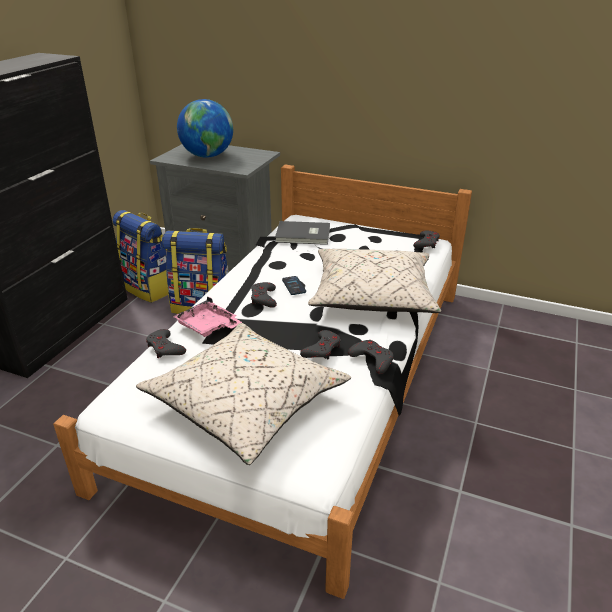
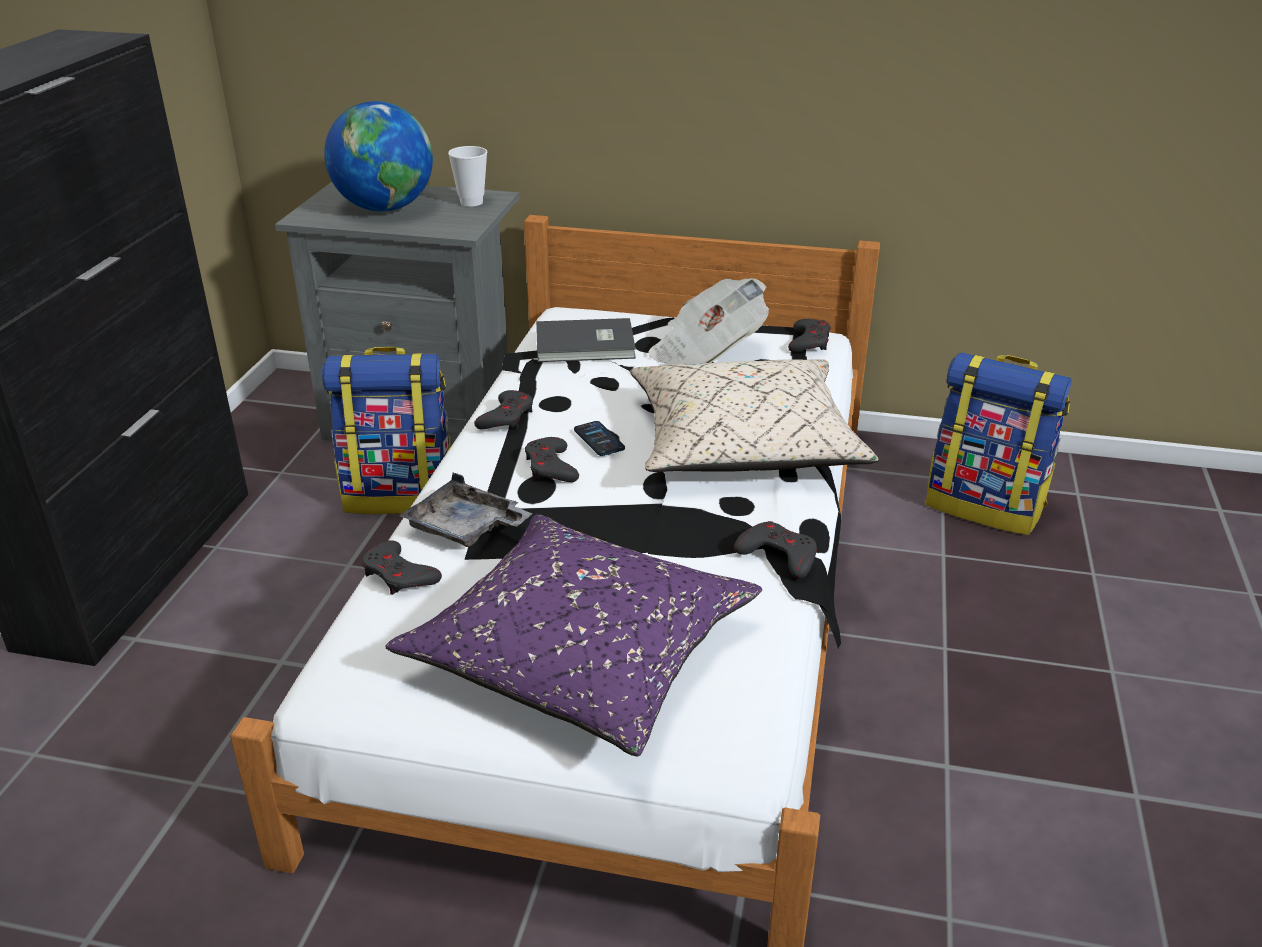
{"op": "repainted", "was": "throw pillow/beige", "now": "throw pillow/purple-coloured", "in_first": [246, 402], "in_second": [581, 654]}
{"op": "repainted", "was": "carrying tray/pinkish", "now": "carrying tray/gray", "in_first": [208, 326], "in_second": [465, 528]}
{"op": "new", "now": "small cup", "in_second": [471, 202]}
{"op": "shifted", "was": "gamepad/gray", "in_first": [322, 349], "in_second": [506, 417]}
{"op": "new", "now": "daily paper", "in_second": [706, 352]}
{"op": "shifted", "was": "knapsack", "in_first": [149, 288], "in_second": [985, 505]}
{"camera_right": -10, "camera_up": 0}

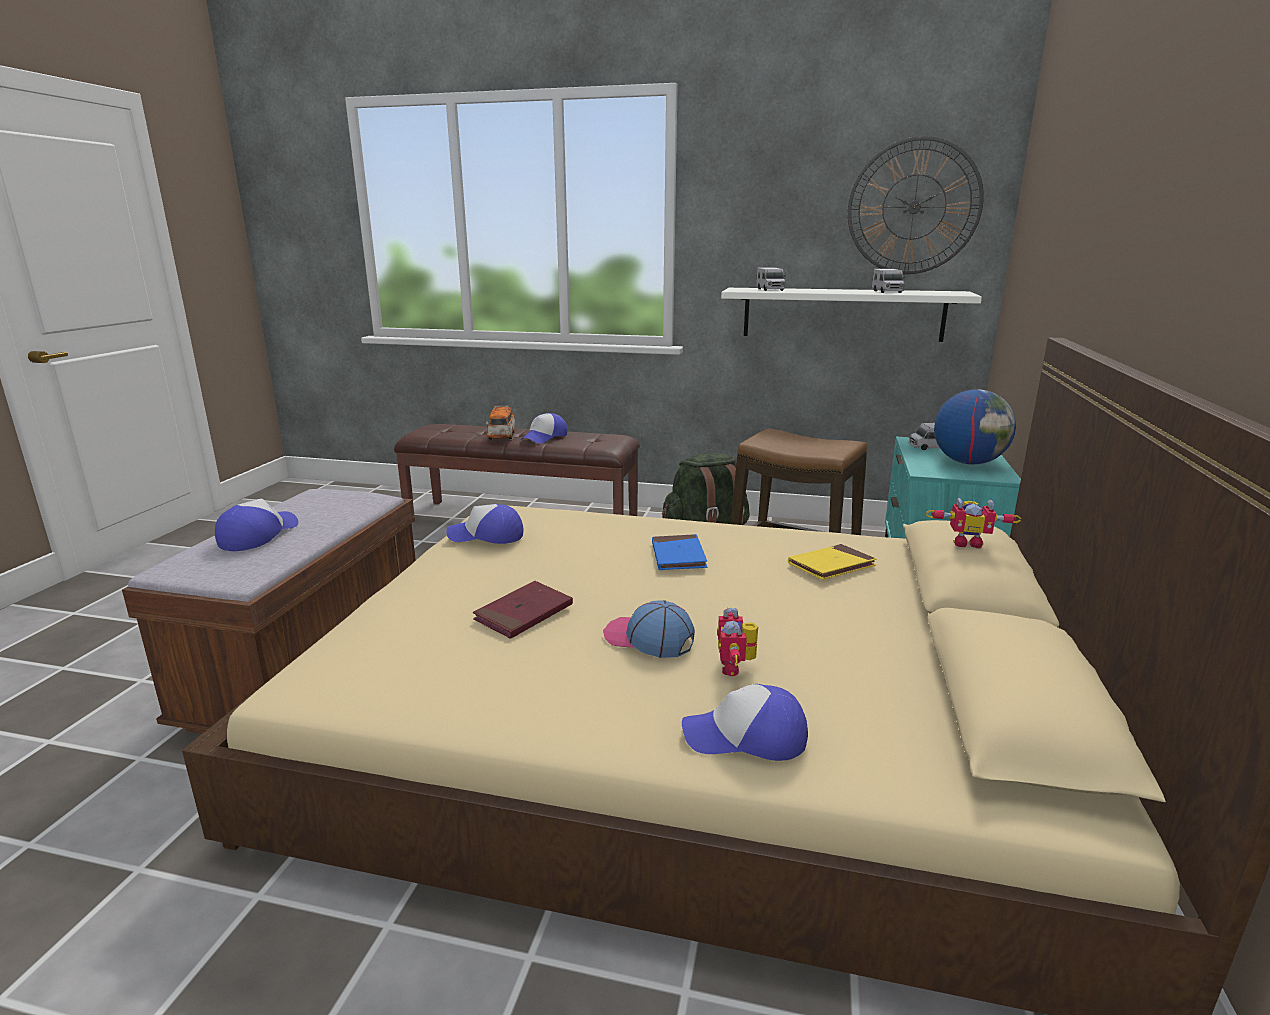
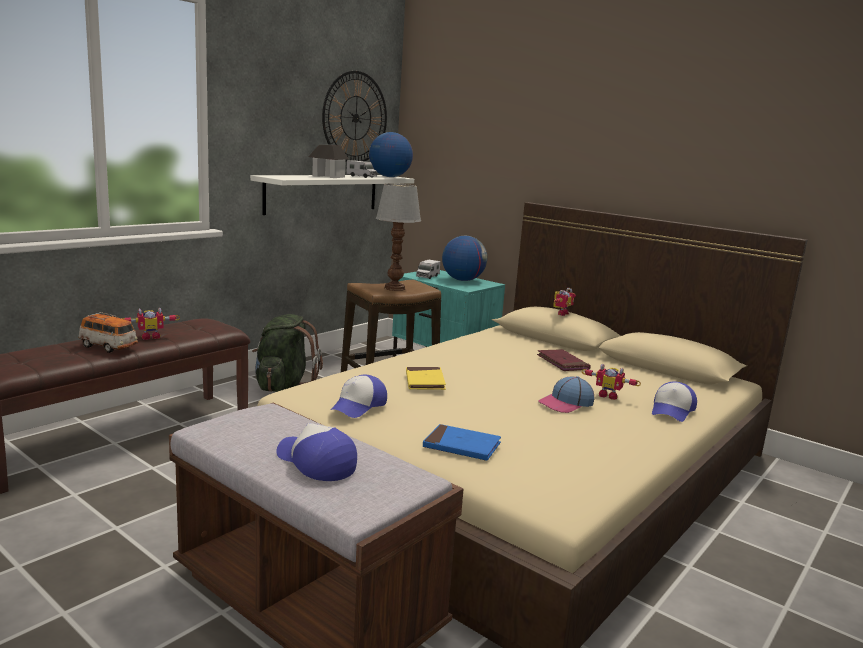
{"op": "swapped", "was": "peaked cap", "now": "model robot", "in_first": [544, 437], "in_second": [150, 337]}
{"op": "new", "now": "model house", "in_second": [328, 176]}
{"op": "new", "now": "globe", "in_second": [389, 177]}
{"op": "new", "now": "tabletop lamp", "in_second": [394, 288]}
{"op": "shifted", "was": "volume/yellow", "in_first": [831, 566], "in_second": [424, 381]}
{"op": "shifted", "was": "volume/blue", "in_first": [678, 556], "in_second": [461, 446]}
{"op": "shifted", "was": "volume/red-coloured", "in_first": [524, 613], "in_second": [562, 363]}
{"op": "gone", "was": "toy lorry", "in_first": [770, 289]}
{"camera_right": -65, "camera_up": -5}

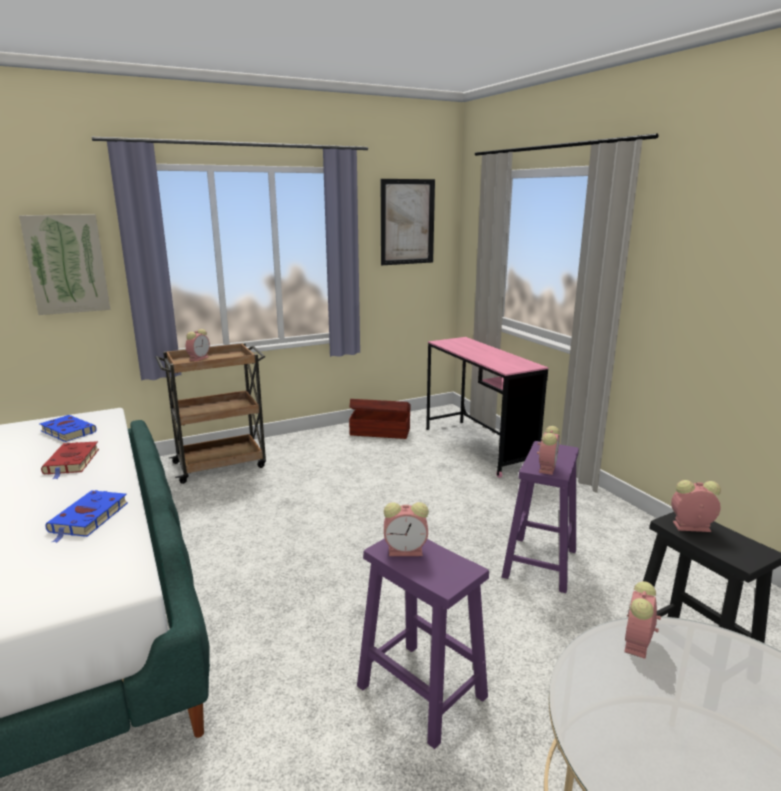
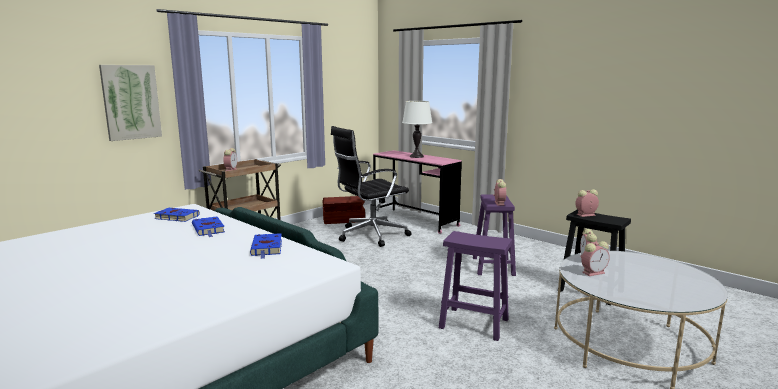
{"op": "repainted", "was": "volume/red-coloured", "now": "volume/blue", "in_first": [72, 462], "in_second": [209, 229]}
{"op": "new", "now": "computer chair/blackish", "in_second": [370, 235]}
{"op": "new", "now": "tabletop lamp/white-coloured", "in_second": [416, 156]}
{"op": "shifted", "was": "table clock", "in_first": [407, 550], "in_second": [594, 272]}
{"op": "gone", "was": "wall art", "in_first": [407, 222]}
{"camera_right": -20, "camera_up": -5}

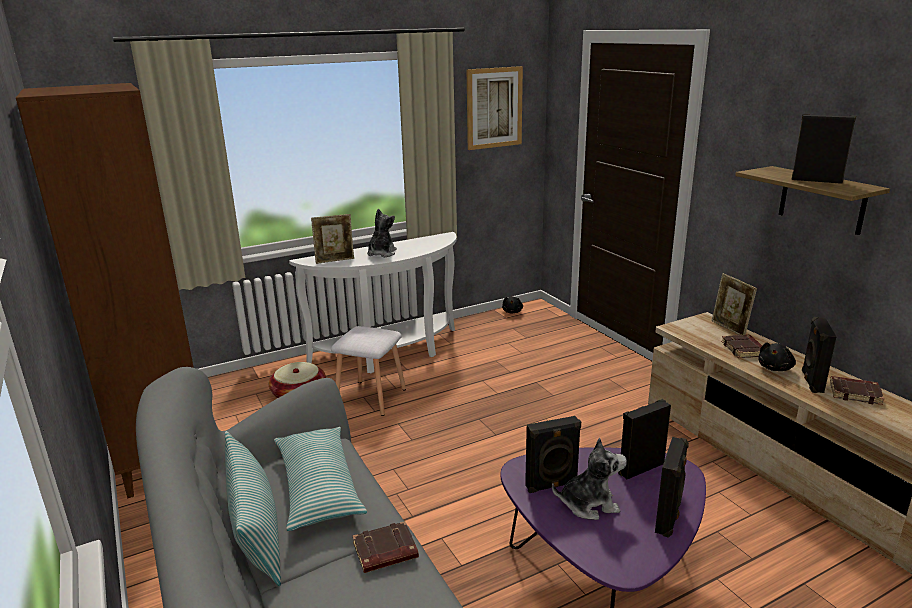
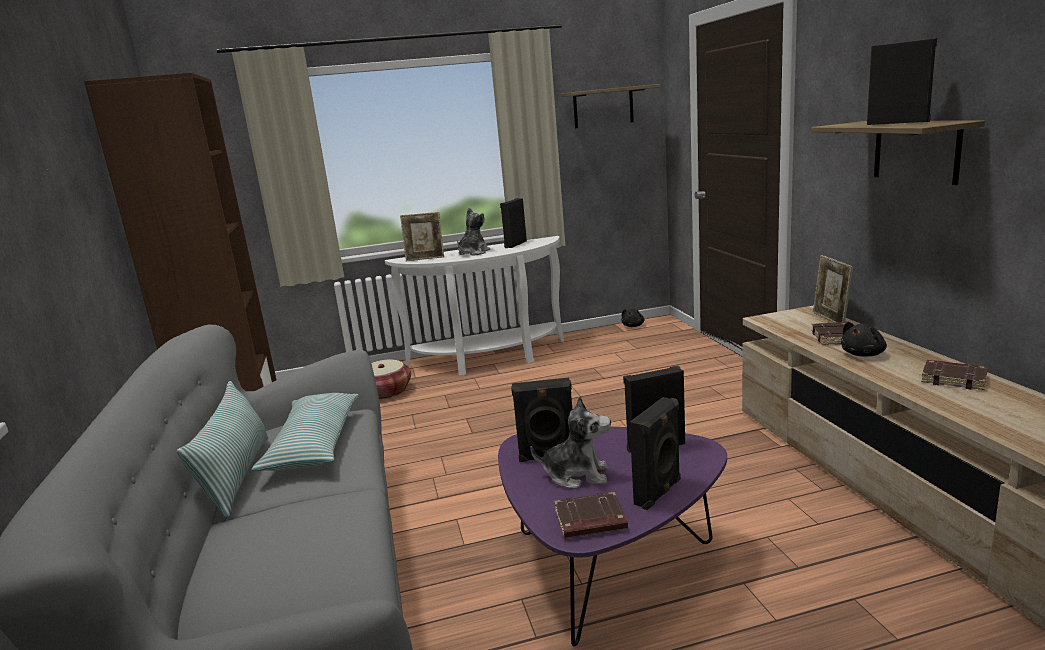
{"op": "shifted", "was": "speaker/blackish", "in_first": [811, 382], "in_second": [515, 244]}
{"op": "shifted", "was": "volume/brown-coloured", "in_first": [385, 552], "in_second": [590, 522]}
{"op": "swapped", "was": "wall art", "now": "shelf", "in_first": [494, 108], "in_second": [603, 107]}
{"op": "gone", "was": "sitting stool/white-coloured", "in_first": [370, 397]}
{"camera_right": 15, "camera_up": -5}

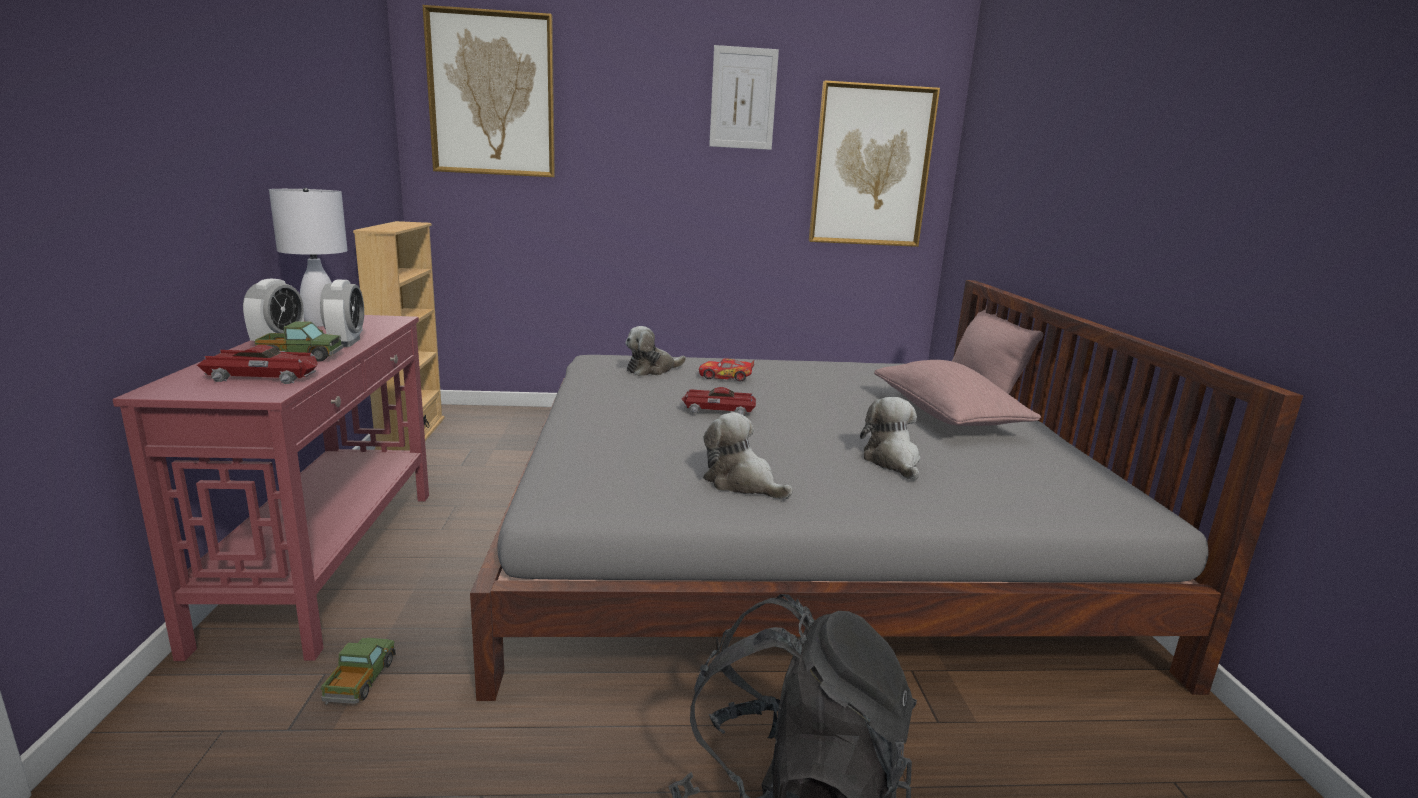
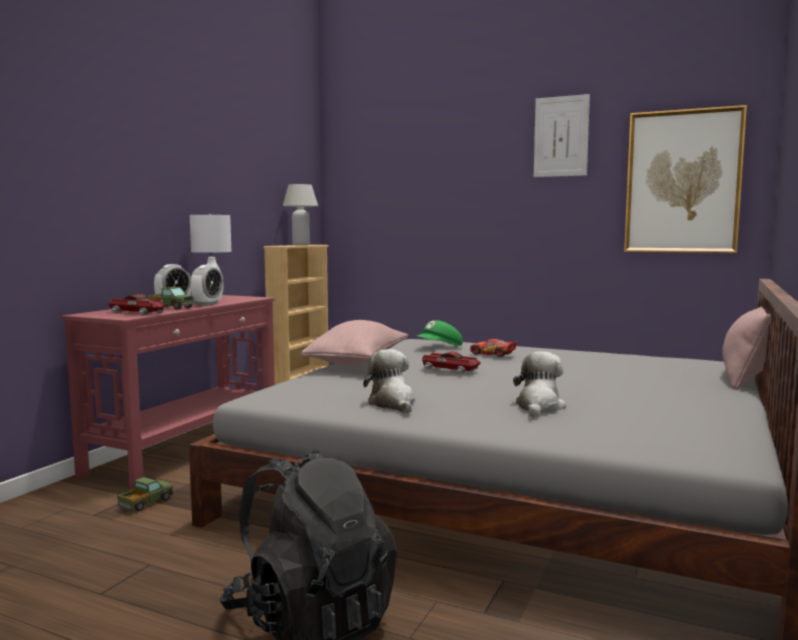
{"op": "new", "now": "tabletop lamp/white-coloured", "in_second": [301, 244]}
{"op": "shifted", "was": "throw pillow/pinkish", "in_first": [946, 416], "in_second": [358, 363]}
{"op": "swapped", "was": "cuddly toy", "now": "peaked cap/green-coloured", "in_first": [652, 370], "in_second": [440, 347]}
{"op": "gone", "was": "wall art", "in_first": [492, 95]}
{"camera_right": 30, "camera_up": -10}

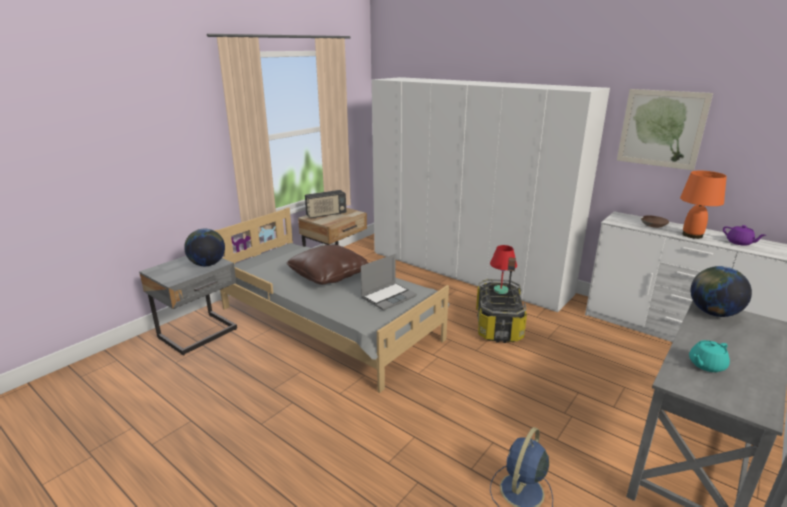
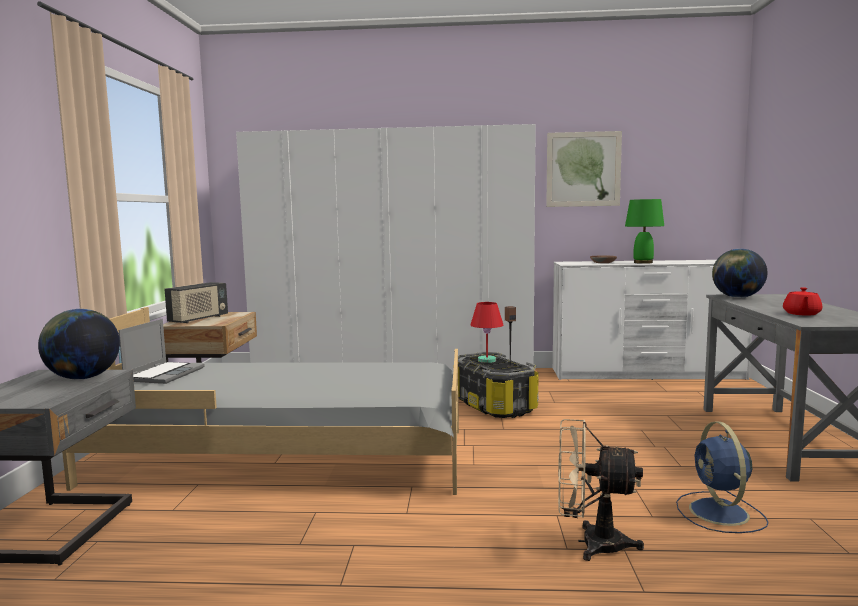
{"op": "shifted", "was": "portable computer", "in_first": [388, 297], "in_second": [164, 374]}
{"op": "new", "now": "cooling fan/beige", "in_second": [591, 543]}
{"op": "repainted", "was": "tabletop lamp/orange-coloured", "now": "tabletop lamp/green-coloured", "in_first": [692, 235], "in_second": [643, 262]}
{"op": "repainted", "was": "teapot/turquoise-coloured", "now": "teapot/red-coloured", "in_first": [706, 365], "in_second": [801, 314]}
{"op": "gone", "was": "throw pillow/brown-coloured", "in_first": [328, 275]}
{"op": "gone", "was": "teapot/purple-coloured", "in_first": [739, 243]}
{"camera_right": -35, "camera_up": -15}

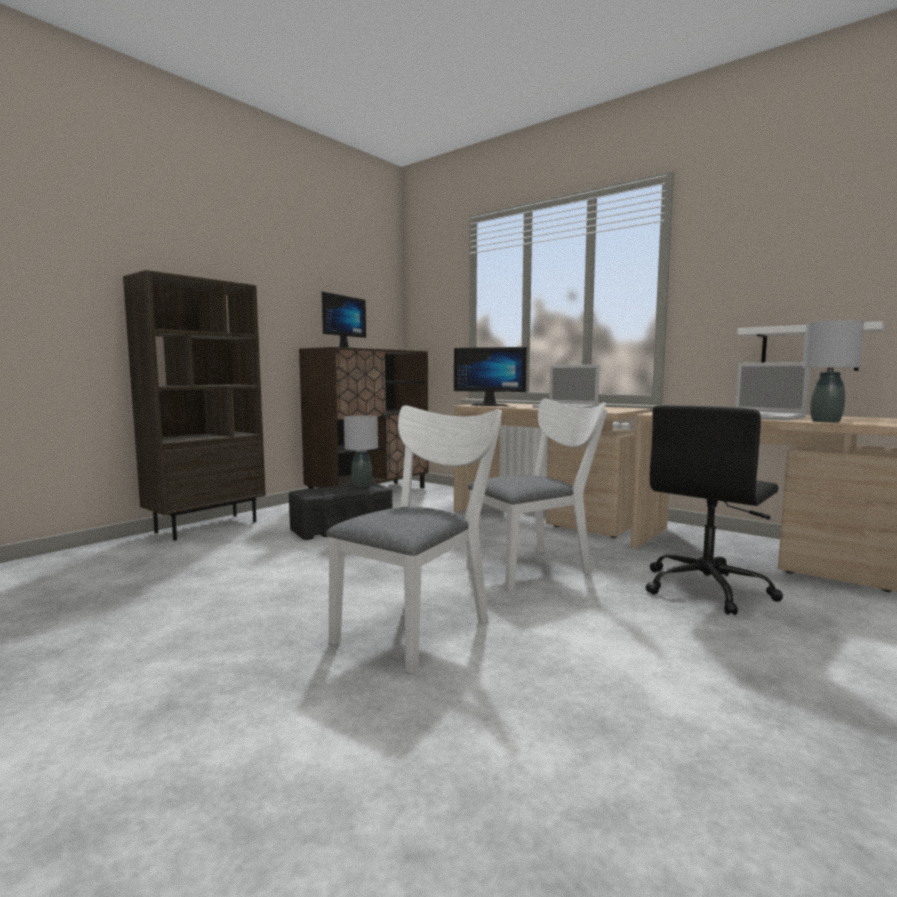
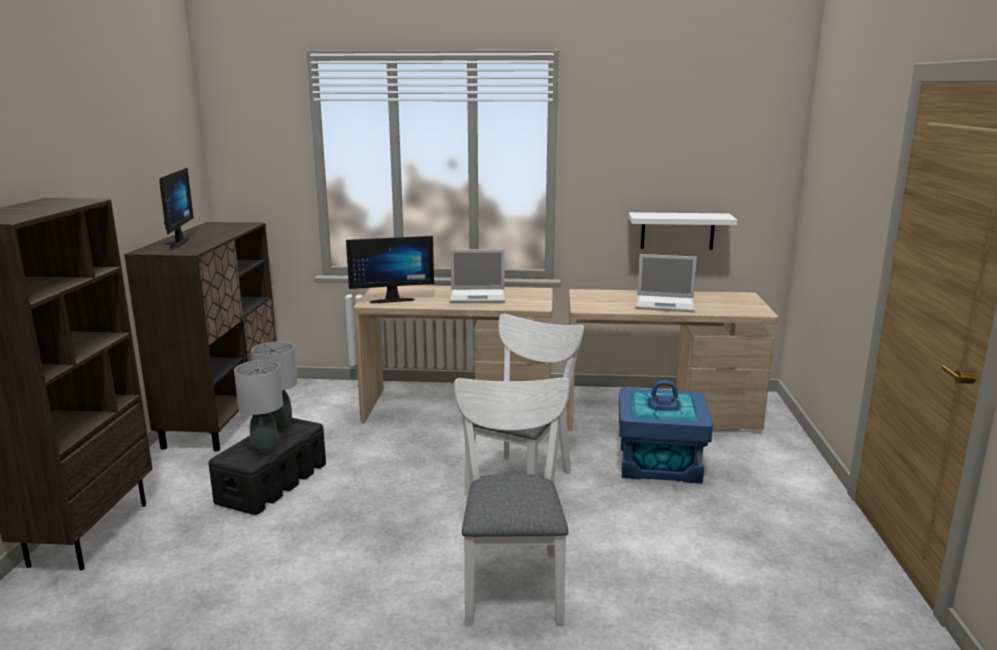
{"op": "shifted", "was": "tabletop lamp/gray", "in_first": [825, 421], "in_second": [265, 450]}
{"op": "swapped", "was": "computer chair/blackish", "now": "storage container/blue", "in_first": [707, 589], "in_second": [659, 462]}
{"camera_right": -35, "camera_up": 10}

